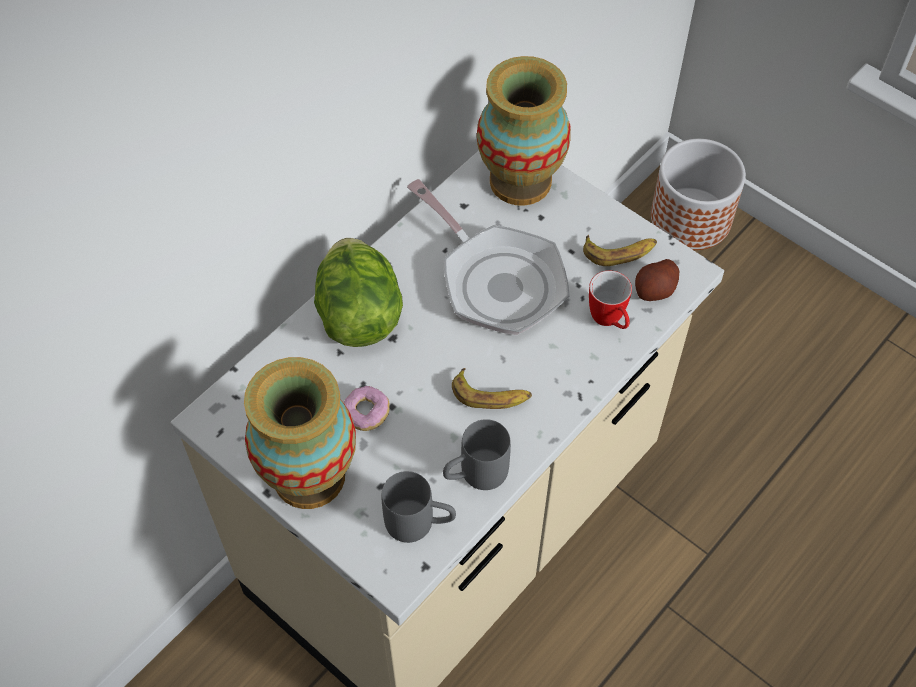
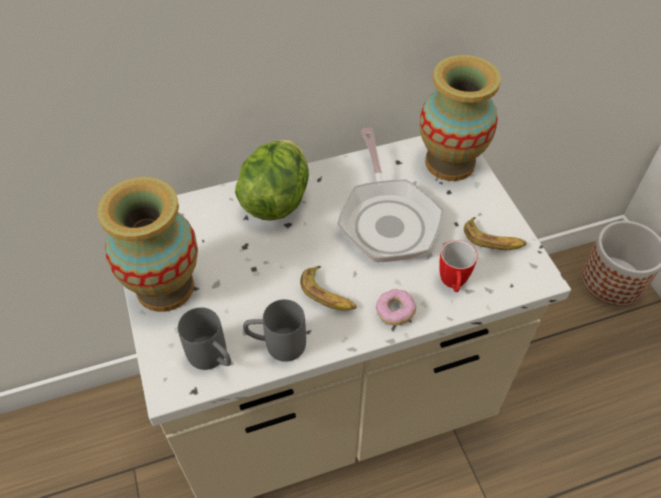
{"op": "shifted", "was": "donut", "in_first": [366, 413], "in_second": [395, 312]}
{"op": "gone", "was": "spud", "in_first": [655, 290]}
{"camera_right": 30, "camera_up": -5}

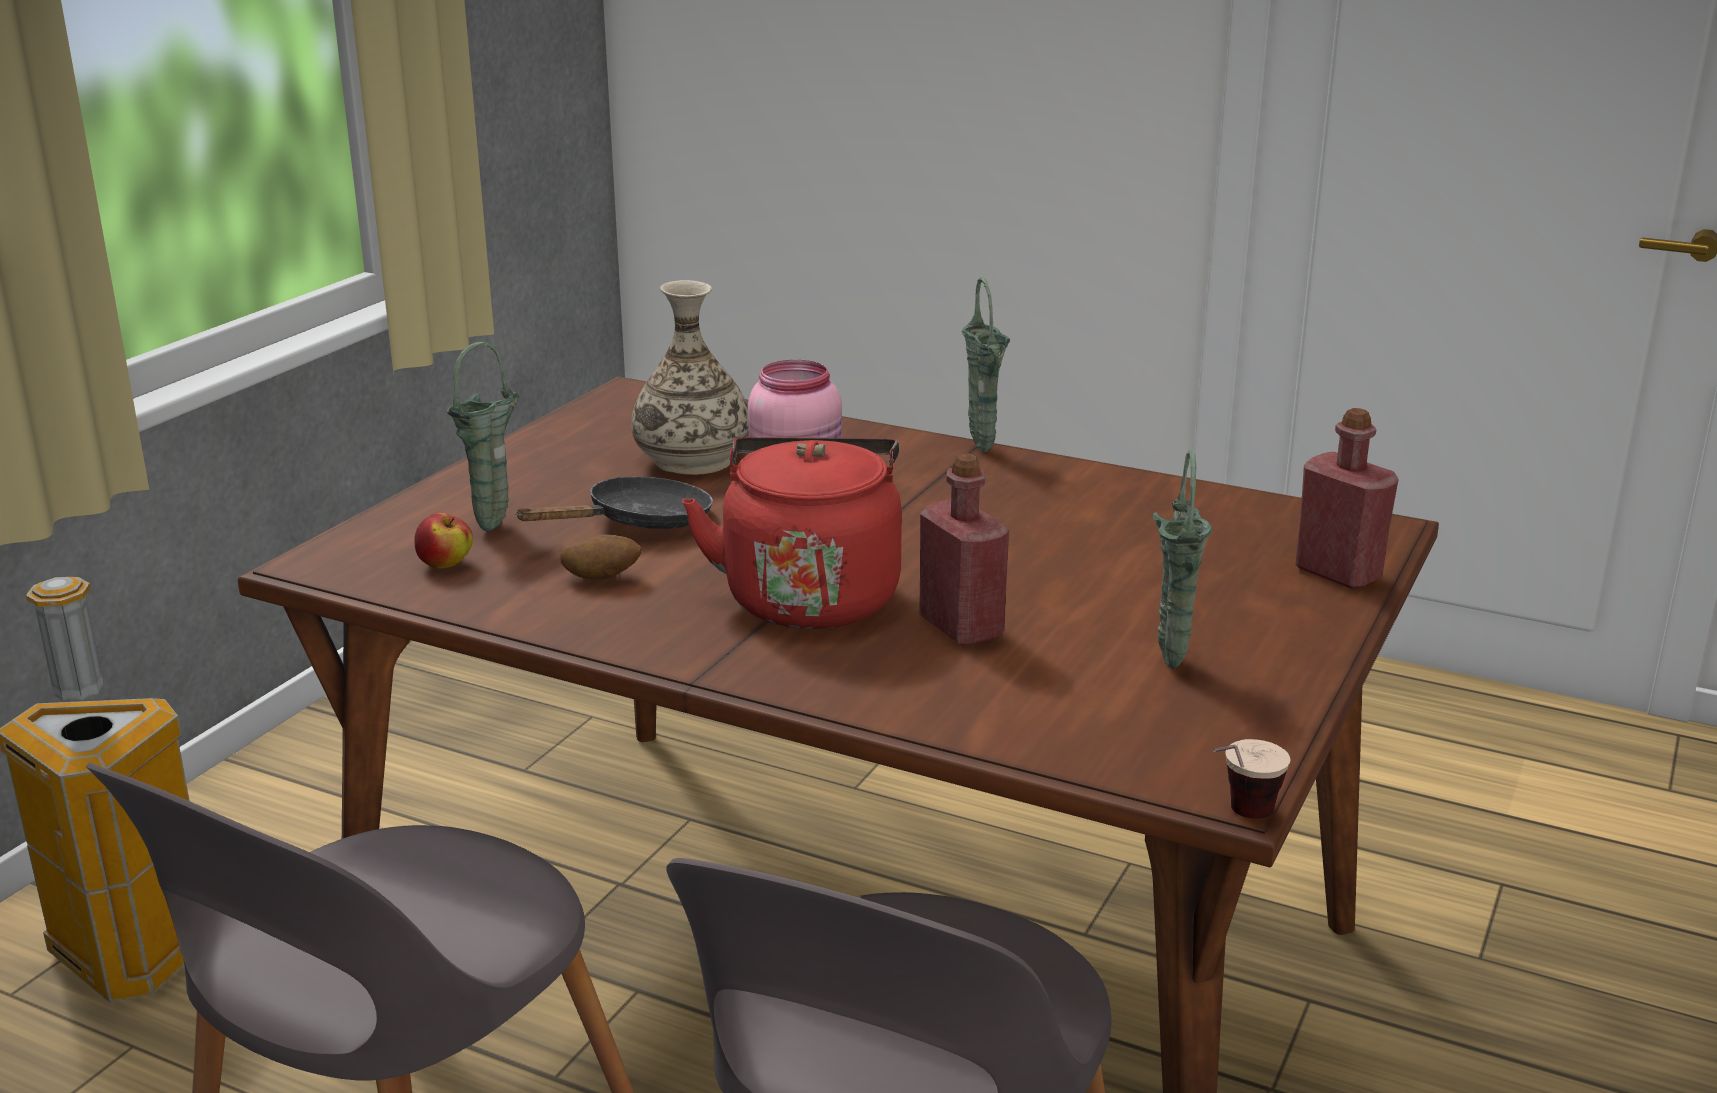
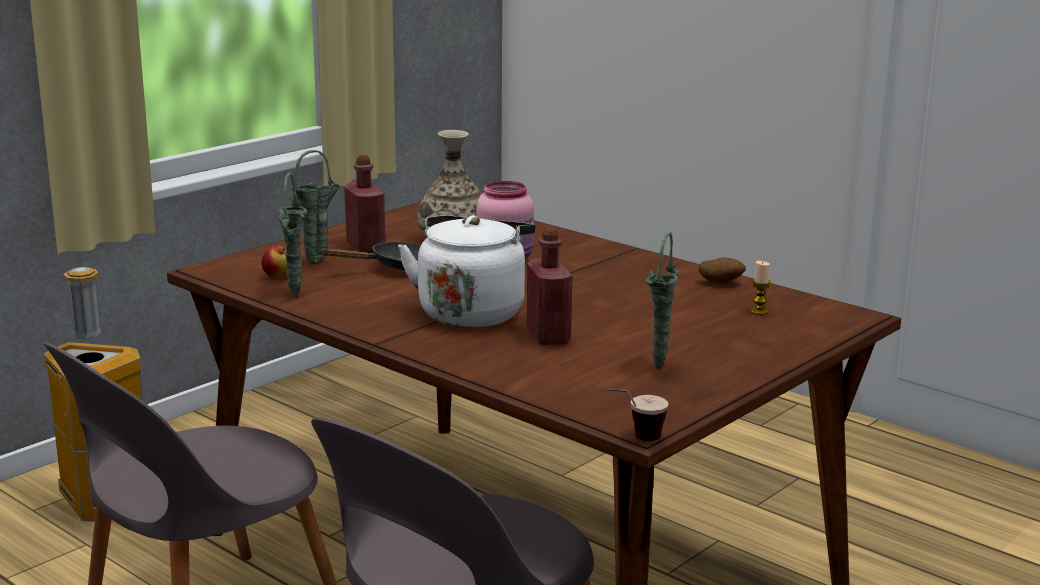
{"op": "shifted", "was": "flower vase/green-coloured", "in_first": [983, 451], "in_second": [295, 295]}
{"op": "shifted", "was": "bottle/red-coloured", "in_first": [1338, 573], "in_second": [365, 247]}
{"op": "repainted", "was": "water kettle/red-coloured", "now": "water kettle/white-coloured", "in_first": [810, 596], "in_second": [472, 312]}
{"op": "shifted", "was": "spud", "in_first": [602, 578], "in_second": [721, 283]}
{"op": "new", "now": "wax light", "in_second": [759, 311]}
{"camera_right": 15, "camera_up": -5}

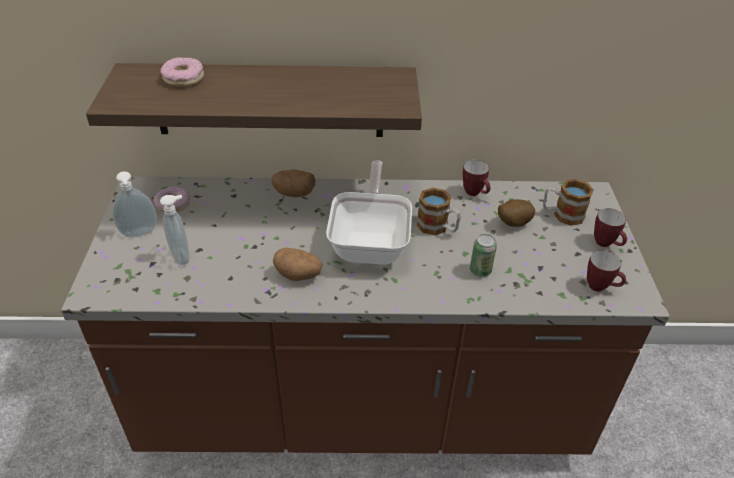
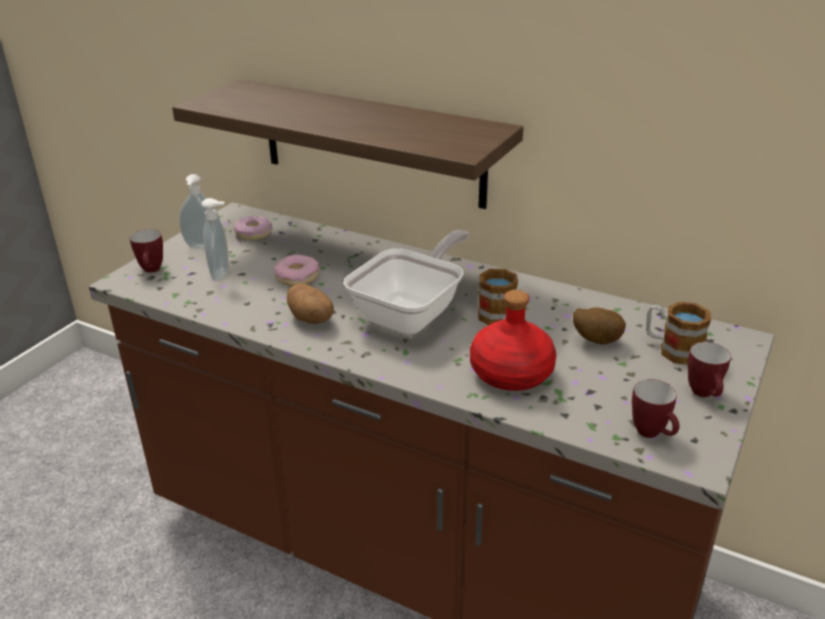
{"op": "shifted", "was": "tea mug", "in_first": [475, 194], "in_second": [152, 271]}
{"op": "shifted", "was": "donut", "in_first": [183, 78], "in_second": [297, 277]}
{"op": "swapped", "was": "metal can", "now": "bottle/red-coloured", "in_first": [480, 270], "in_second": [511, 372]}
{"op": "gone", "was": "spud", "in_first": [294, 193]}
{"camera_right": 30, "camera_up": -10}

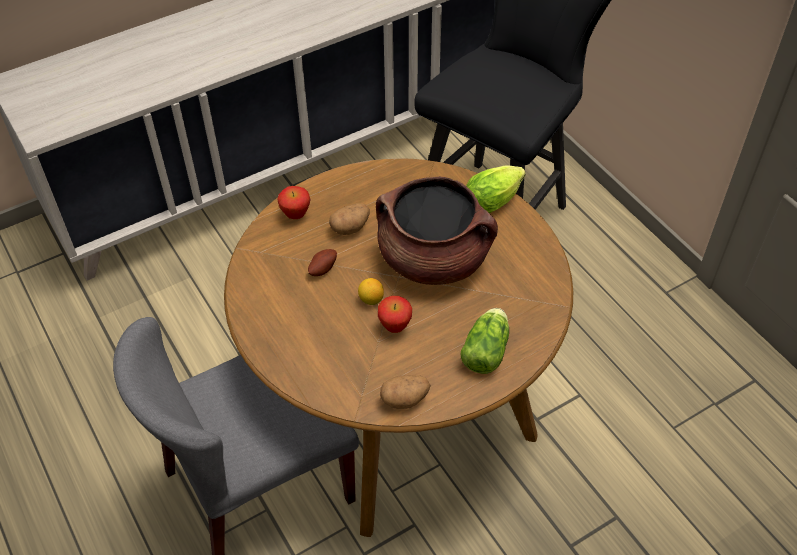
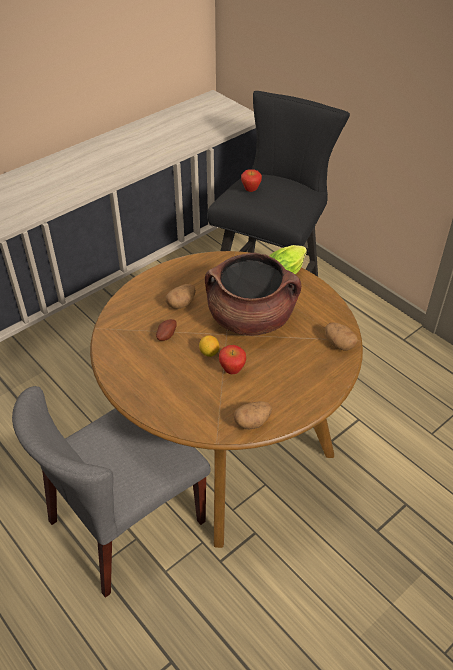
{"op": "shifted", "was": "apple fruit", "in_first": [296, 215], "in_second": [251, 190]}
{"op": "new", "now": "spud", "in_second": [339, 344]}
{"op": "gone", "was": "head of lettuce", "in_first": [487, 349]}
{"camera_right": -10, "camera_up": -5}

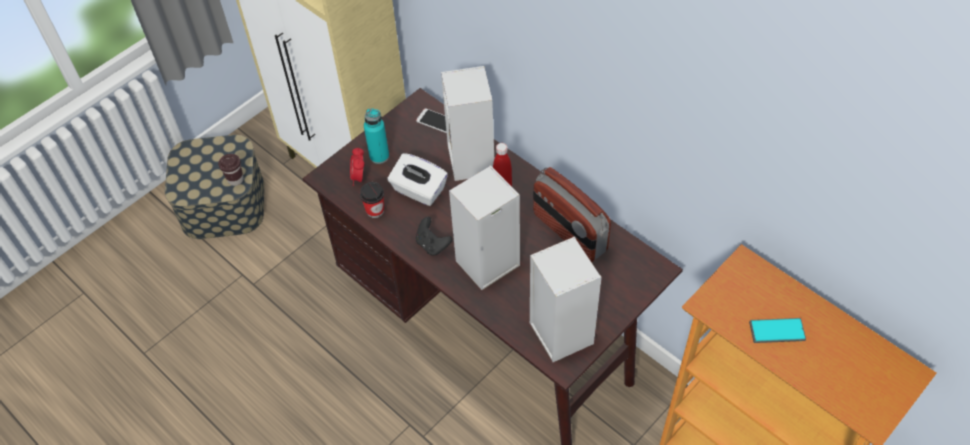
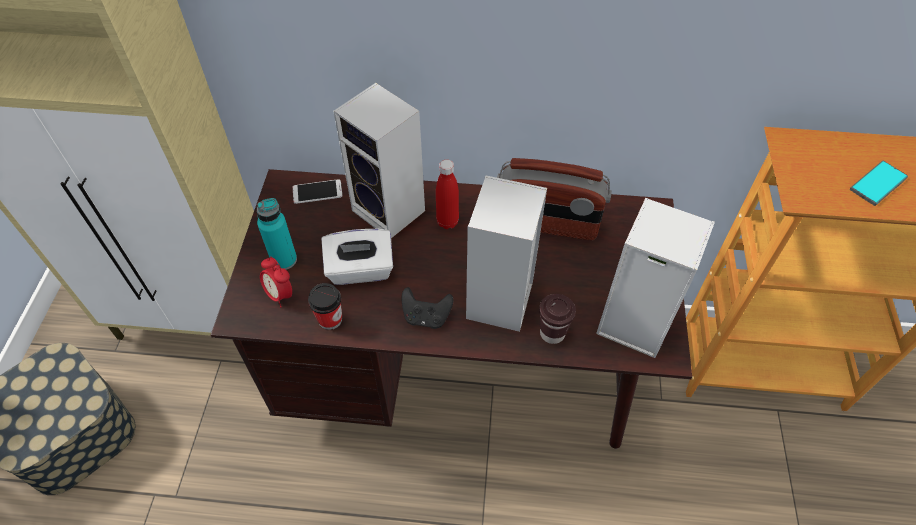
{"op": "shifted", "was": "small cup/brown-coloured", "in_first": [235, 180], "in_second": [552, 333]}
{"camera_right": -40, "camera_up": 0}

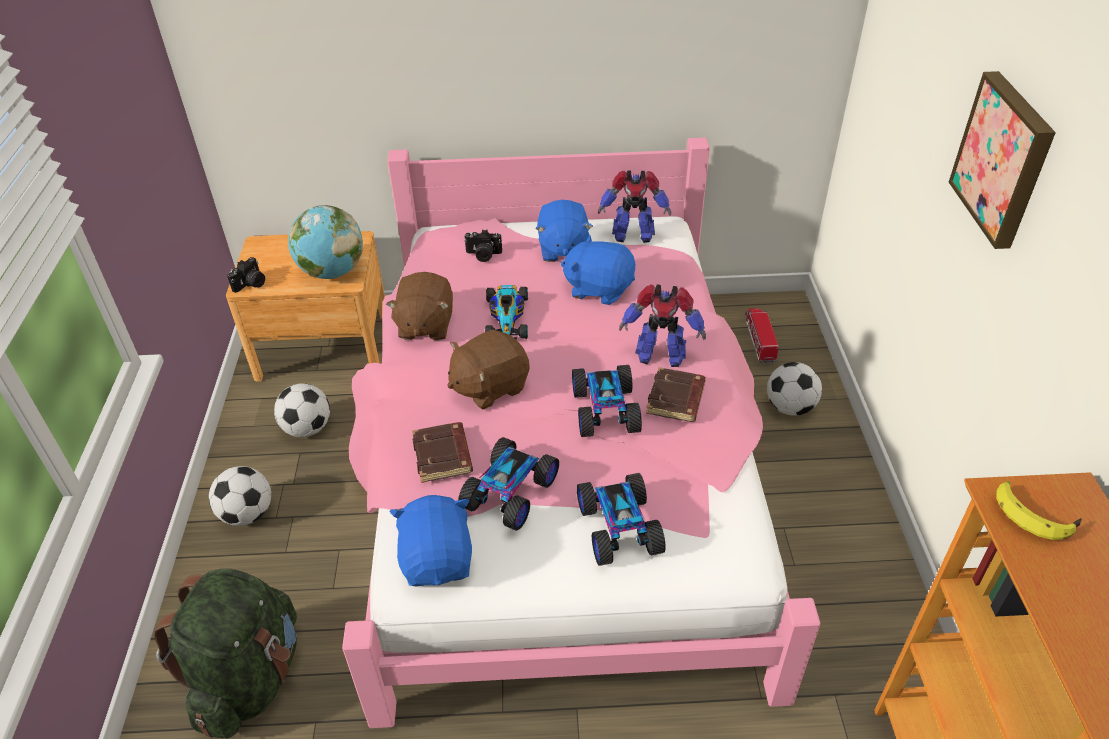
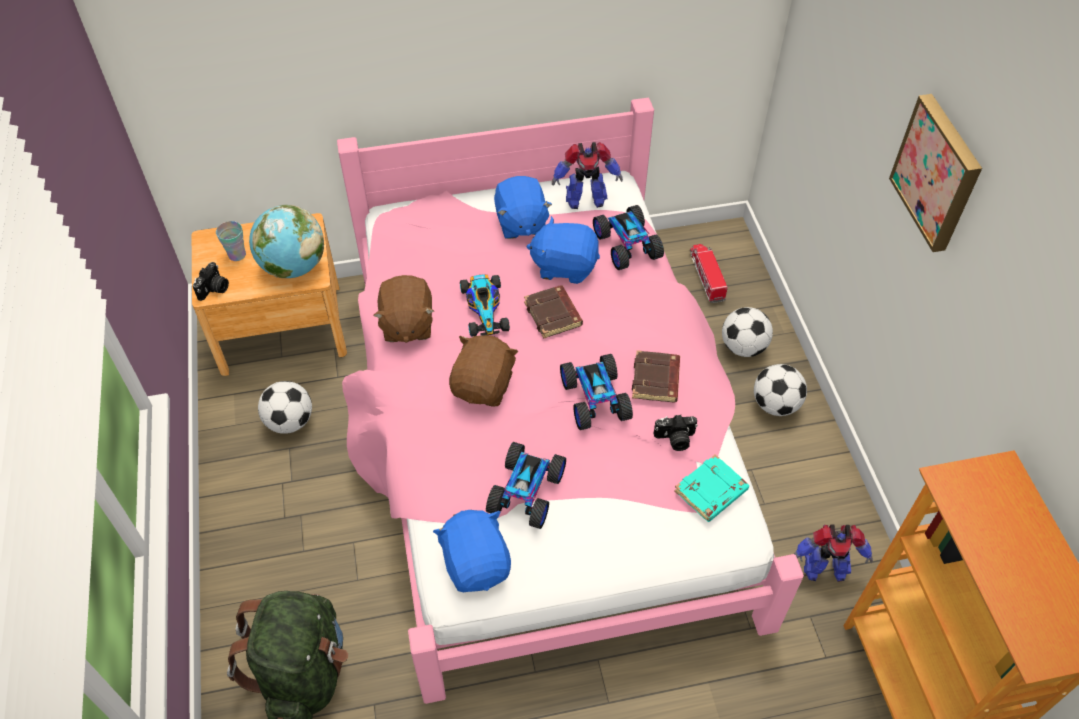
{"op": "new", "now": "small cup", "in_second": [237, 255]}
{"op": "rotated", "was": "cuddly toy/brown-coloured", "in_first": [489, 386], "in_second": [484, 386], "clockwise": 150}
{"op": "shifted", "was": "volume/brown-coloured", "in_first": [443, 456], "in_second": [554, 315]}
{"op": "shifted", "was": "miniature car", "in_first": [620, 527], "in_second": [628, 245]}
{"op": "shifted", "was": "photo camera", "in_first": [483, 255], "in_second": [675, 439]}
{"op": "new", "now": "volume/turquoise-coloured", "in_second": [711, 492]}
{"op": "shifted", "was": "football ball", "in_first": [248, 514], "in_second": [775, 404]}
{"op": "shifted", "was": "model robot", "in_first": [659, 355], "in_second": [824, 568]}
{"op": "gone", "was": "banana fruit", "in_first": [1033, 514]}
{"camera_right": -10, "camera_up": 10}

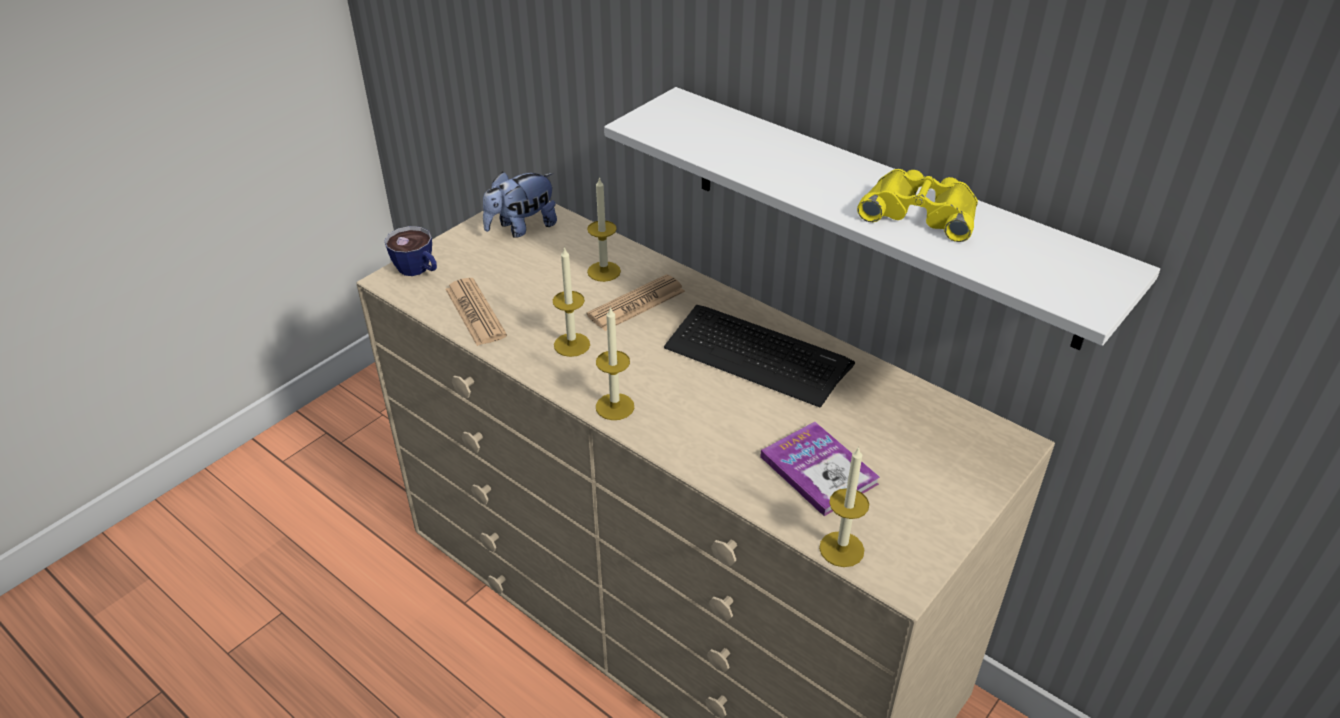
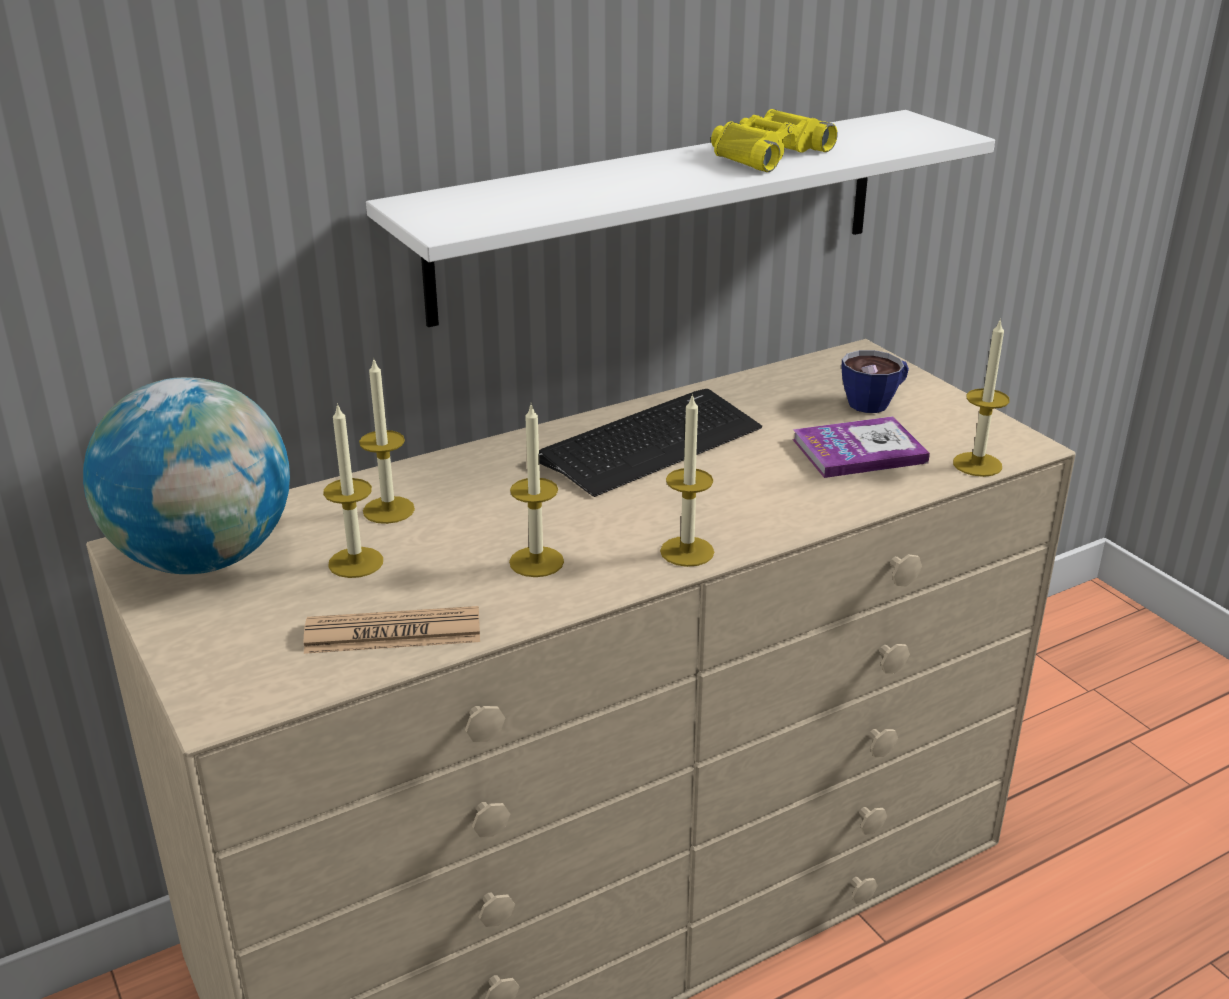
{"op": "swapped", "was": "cuddly toy", "now": "globe", "in_first": [522, 228], "in_second": [204, 558]}
{"op": "new", "now": "wax light", "in_second": [356, 562]}
{"op": "shifted", "was": "small cup", "in_first": [418, 270], "in_second": [875, 402]}
{"op": "gone", "was": "daily paper", "in_first": [636, 304]}
{"camera_right": -70, "camera_up": -10}

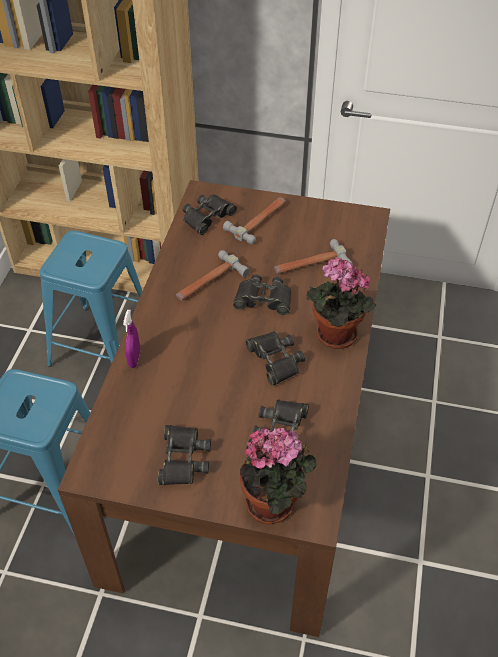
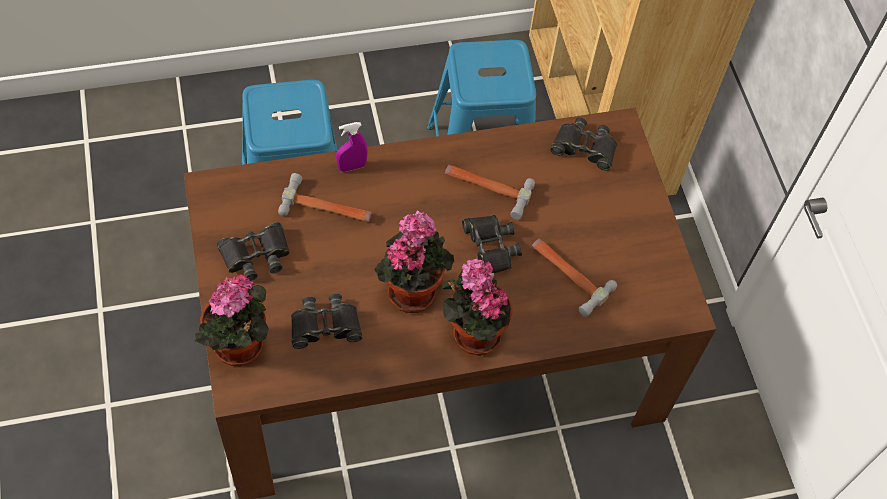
{"op": "shifted", "was": "hammer", "in_first": [259, 221], "in_second": [327, 208]}
{"op": "swapped", "was": "pair of binoculars/blackish", "now": "houseplant", "in_first": [275, 360], "in_second": [412, 288]}
{"camera_right": 60, "camera_up": 10}

